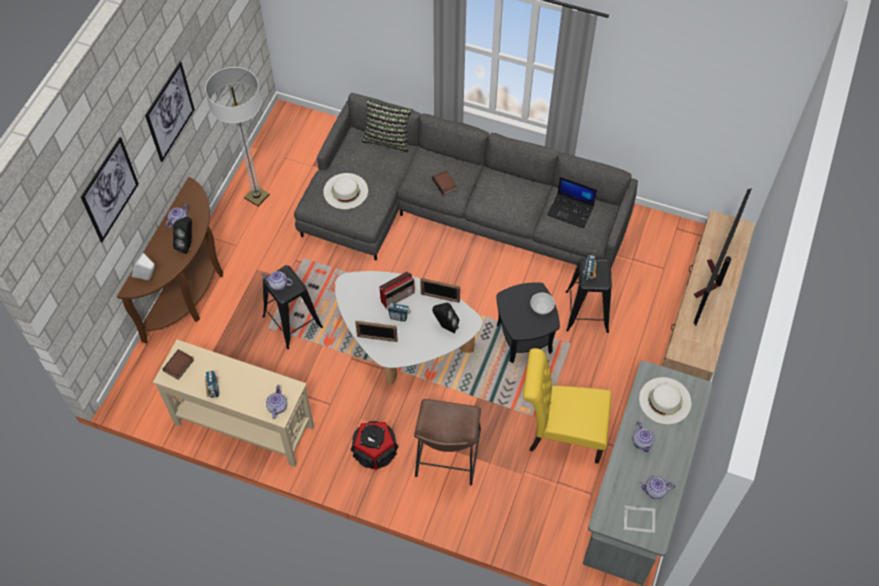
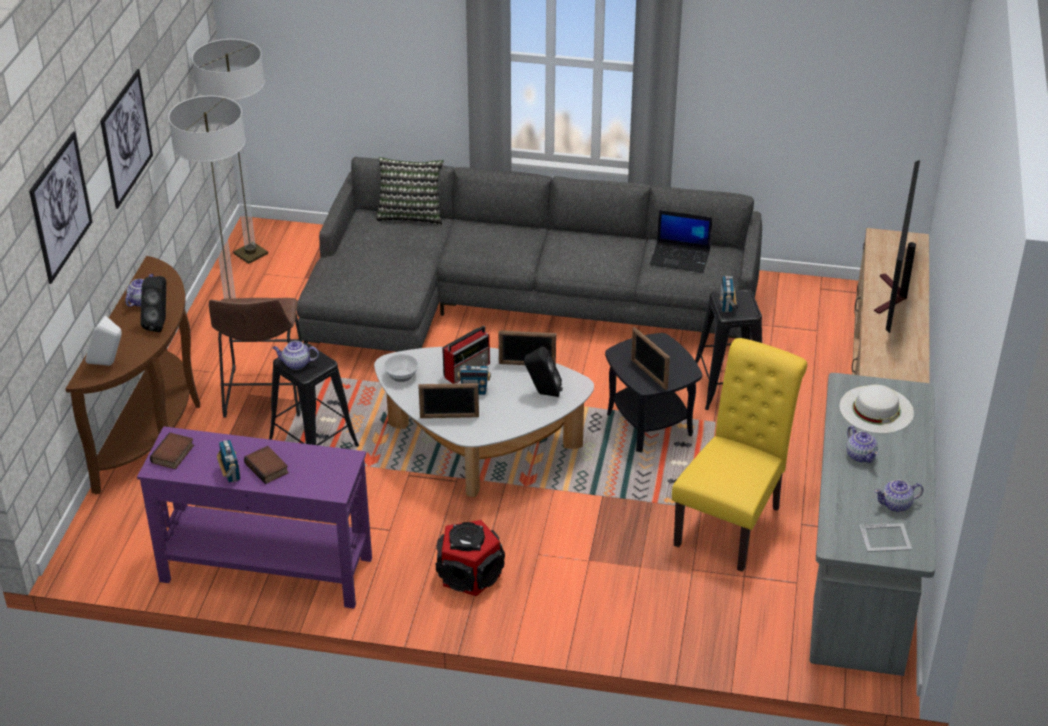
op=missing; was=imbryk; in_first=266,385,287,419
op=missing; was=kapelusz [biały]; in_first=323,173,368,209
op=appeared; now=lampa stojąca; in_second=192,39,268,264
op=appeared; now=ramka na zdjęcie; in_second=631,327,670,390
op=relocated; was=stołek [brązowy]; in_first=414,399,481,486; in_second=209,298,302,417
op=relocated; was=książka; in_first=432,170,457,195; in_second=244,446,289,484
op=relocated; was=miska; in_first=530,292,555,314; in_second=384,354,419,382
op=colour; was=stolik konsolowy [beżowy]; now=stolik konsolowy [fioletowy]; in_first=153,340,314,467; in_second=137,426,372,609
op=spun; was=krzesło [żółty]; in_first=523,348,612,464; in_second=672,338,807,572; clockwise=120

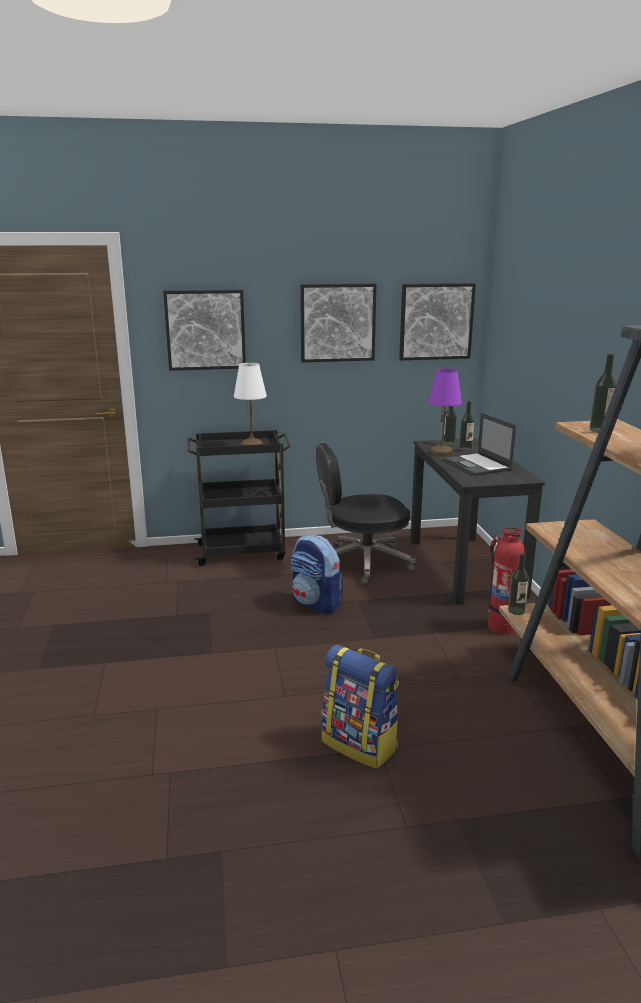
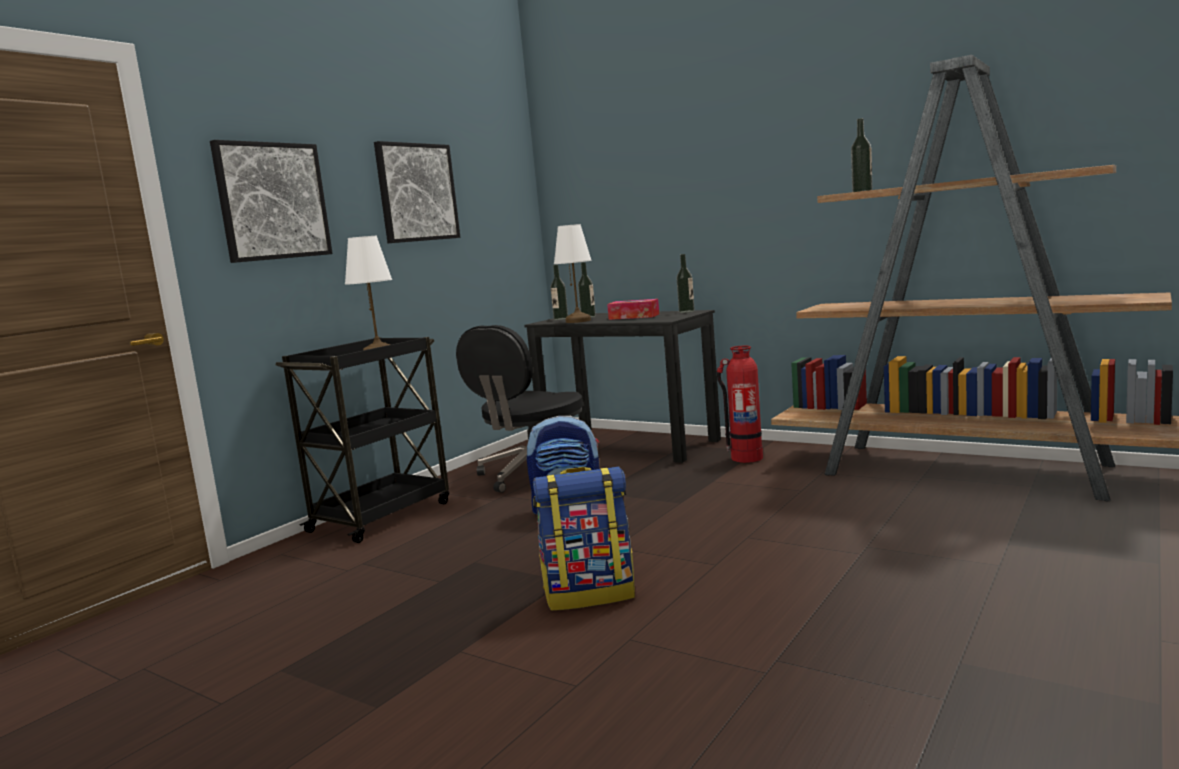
op=missing; was=obraz; in_first=399,283,476,360
op=relocated; was=plecak; in_first=321,645,399,769; in_second=533,467,635,611
op=relocated; was=butelka; in_first=508,554,529,615; in_second=676,254,695,313
op=exchanged; was=laptop; now=pudełko chusteczek; in_first=443,413,516,476; in_second=607,299,659,320
op=colour; was=lampa stołowa [fioletowy]; now=lampa stołowa [biały]; in_first=428,368,462,456; in_second=554,224,592,323

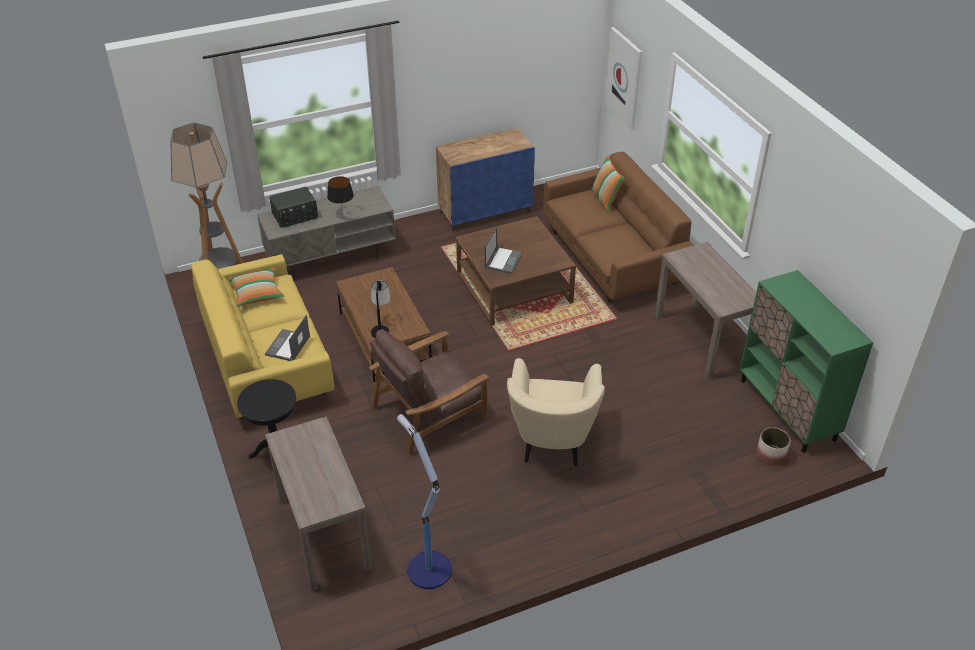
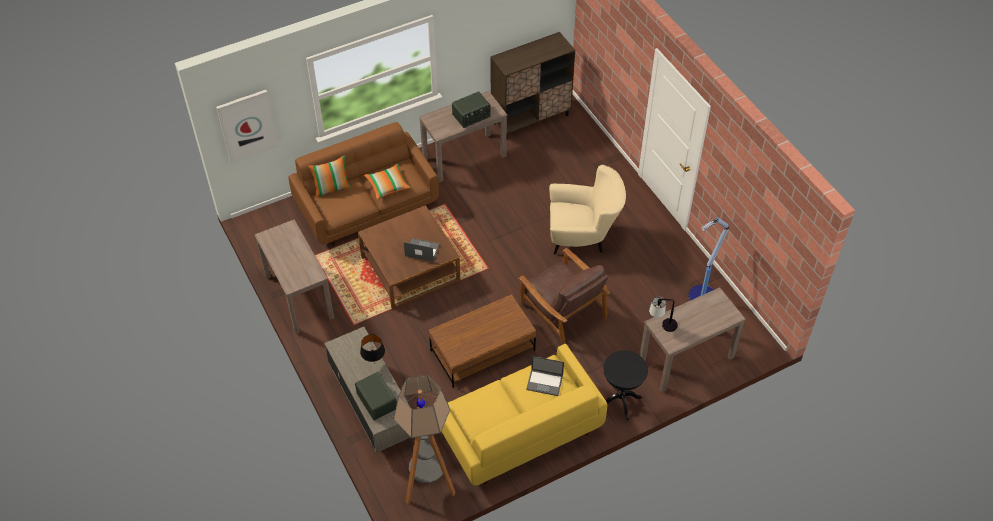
op=missing; was=donica; in_first=756,427,790,466
op=appeared; now=radio; in_second=452,92,491,128
op=relocated; was=poduszka; in_first=229,268,284,307; in_second=364,164,411,199
op=relocated; was=lampa stołowa; in_first=371,280,390,338; in_second=649,297,678,332
op=exchanged; was=szafka [niebieski]; now=stolik konsolowy [brązowy]; in_first=436,128,535,232; in_second=255,219,334,334
op=colour; was=szafka [zielony]; now=szafka [brązowy]; in_first=740,270,874,452; in_second=490,32,575,139

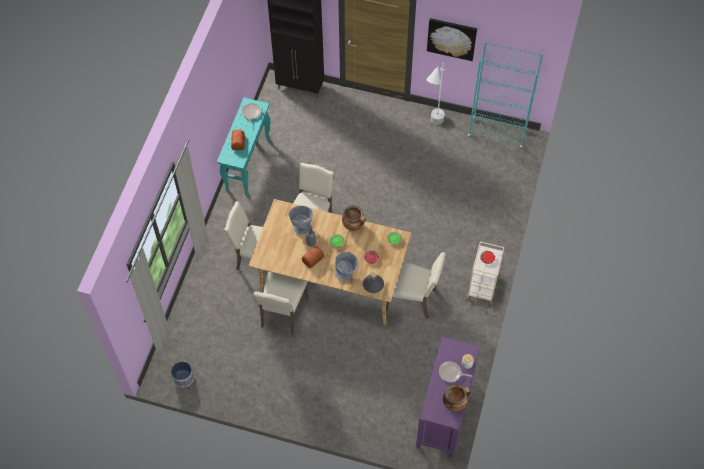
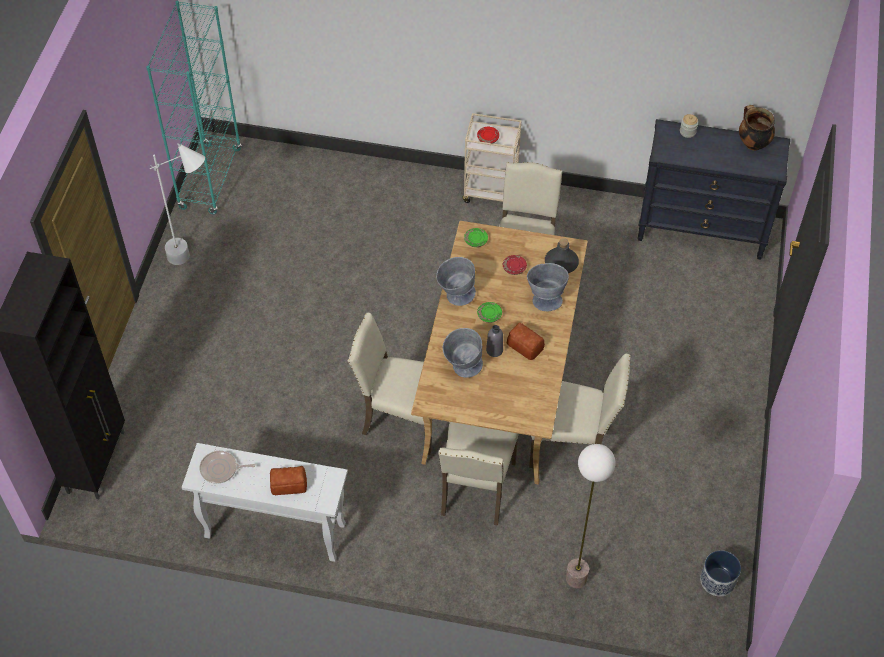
op=missing; was=obraz; in_first=427,18,477,61
op=missing; was=patelnia; in_first=439,361,472,382
op=appeared; now=lampa stojąca; in_second=566,444,615,588
op=exchanged; was=garnek; now=miska [szary]; in_first=342,205,366,231; in_second=436,257,476,306
op=colour; was=stolik konsolowy [turkusowy]; now=stolik konsolowy [biały]; in_first=217,98,270,197; in_second=182,443,348,562
op=colour; was=komoda [fioletowy]; now=komoda [czarny]; in_first=416,336,480,458; in_second=638,119,790,260

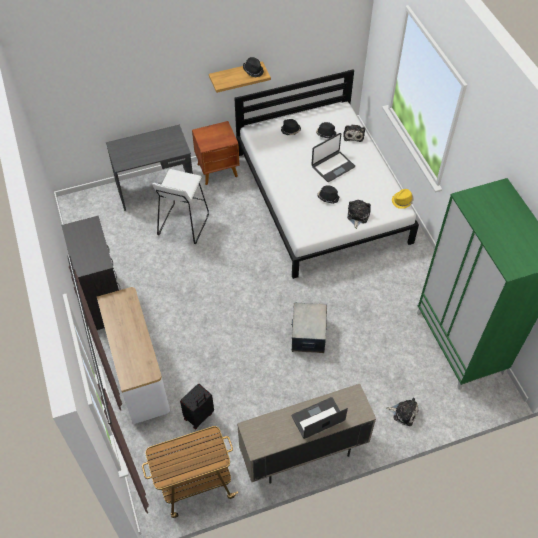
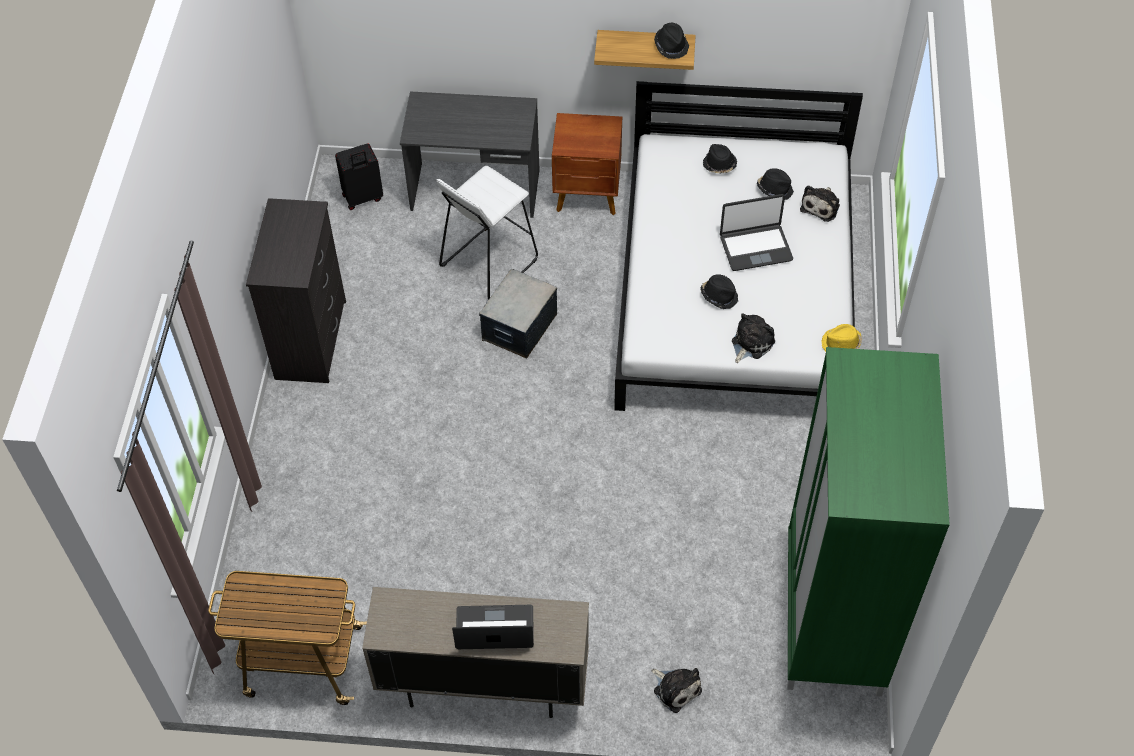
op=missing; was=stolik konsolowy; in_first=97,287,170,424
op=relocated; was=walizka [czarny]; in_first=180,383,214,429; in_second=335,143,383,210
op=relocated; was=pojemnik do przechowywania; in_first=291,303,327,353; in_second=479,269,557,358

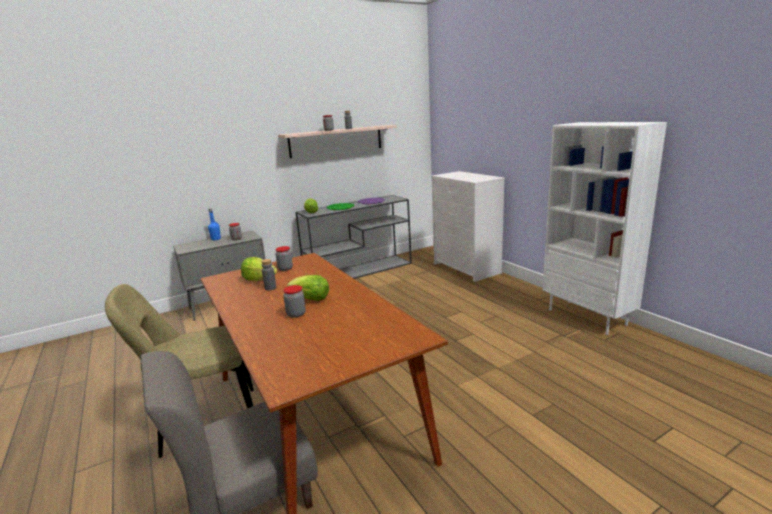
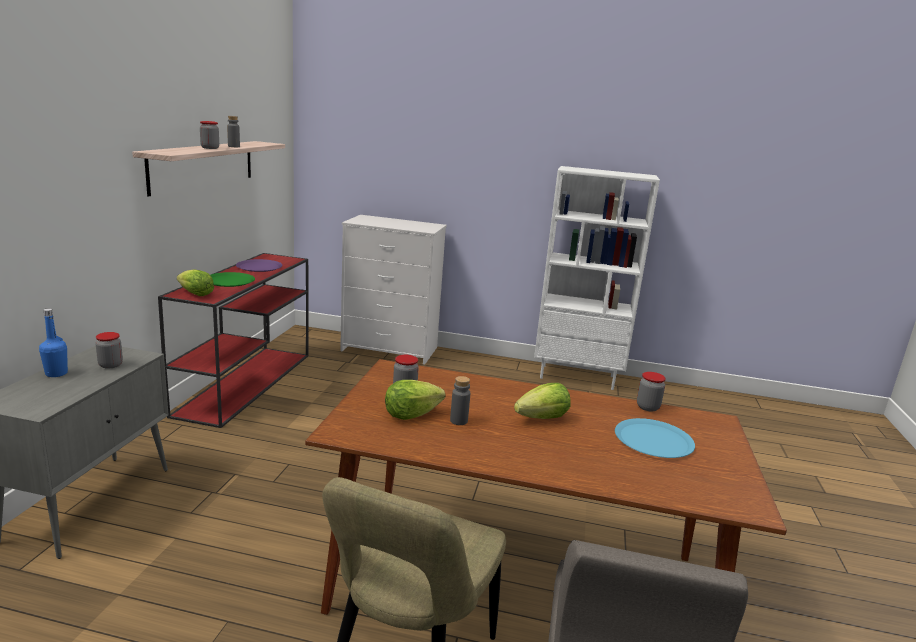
op=appeared; now=talerz [niebieski]; in_second=615,418,695,458
op=relocated; was=słoik; in_first=283,285,306,318; in_second=637,372,666,412
op=colour; was=stolik konsolowy [szary]; now=stolik konsolowy [czerwony]; in_first=296,195,412,279; in_second=158,253,309,428

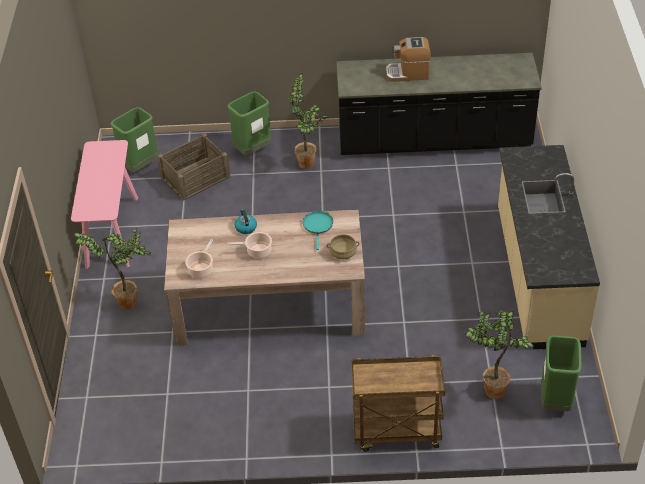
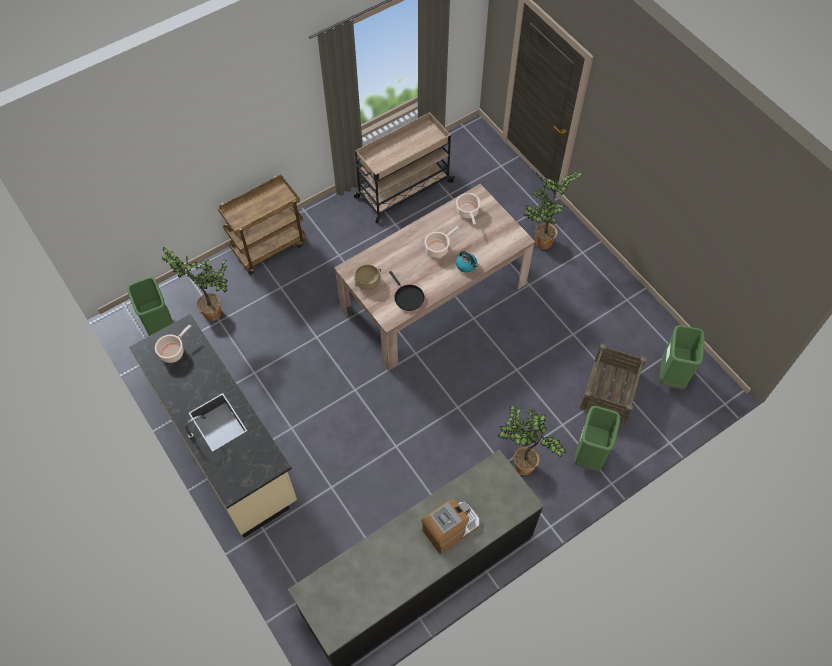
op=missing; was=stolik konsolowy [różowy]; in_first=71,140,138,269
op=appeared; now=garnek; in_second=155,324,191,363
op=appeared; now=wózek [beżowy]; in_second=353,112,455,223
op=colour; was=patelnia [turkusowy]; now=patelnia [czarny]; in_first=303,211,333,250; in_second=389,271,425,311

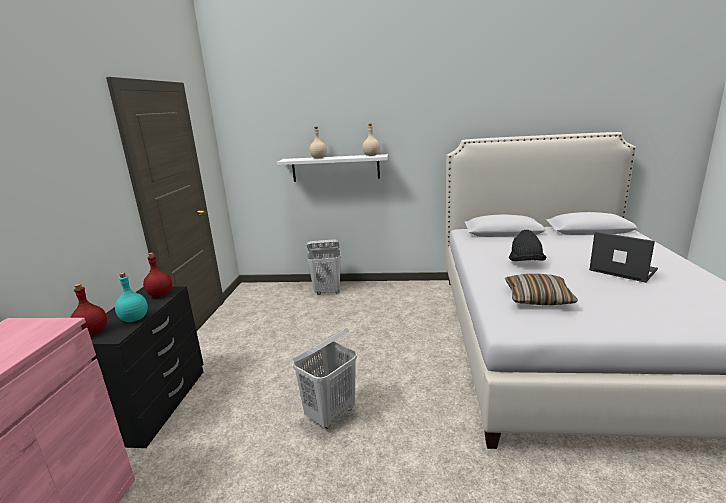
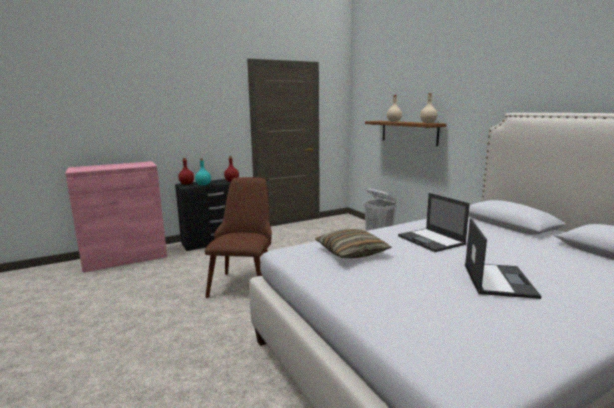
op=exchanged; was=kosz na pranie [biały]; now=krzesło [brązowy]; in_first=293,328,357,429; in_second=205,177,272,298
op=exchanged; was=kapelusz [czarny]; now=laptop; in_first=509,230,546,261; in_second=398,193,470,252
op=colour; was=półka [biały]; now=półka [brązowy]; in_first=277,154,388,182; in_second=365,121,447,146

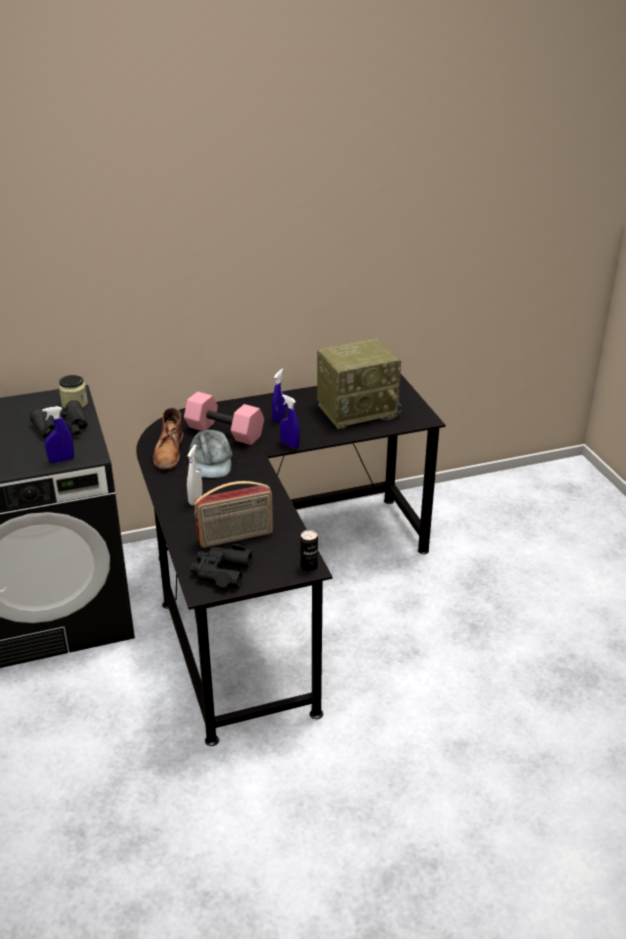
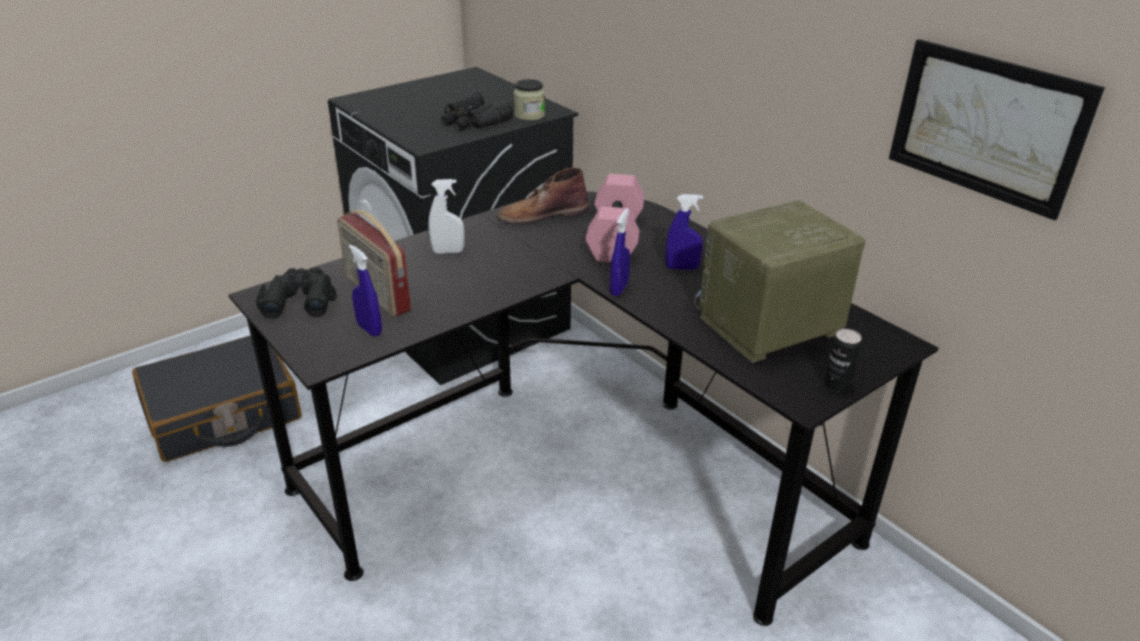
op=missing; was=czapka z daszkiem [szary]; in_first=189,429,232,478
op=appeared; now=walizka [czarny]; in_second=132,335,302,462
op=appeared; now=obraz; in_second=889,39,1105,221
op=relocated; was=spryskiwacz [niebieski]; in_first=42,406,74,463; in_second=349,245,382,337
op=relocated; was=puszka; in_first=300,530,318,572; in_second=824,329,862,392
op=spun; was=radio; in_first=317,338,402,429; in_second=693,200,866,363; clockwise=105

